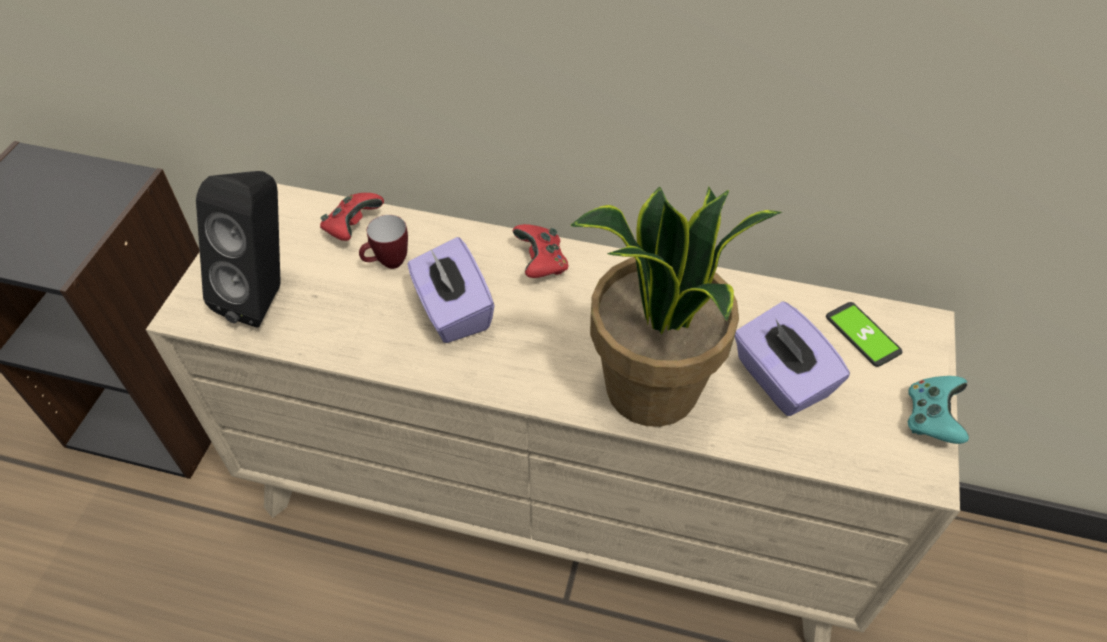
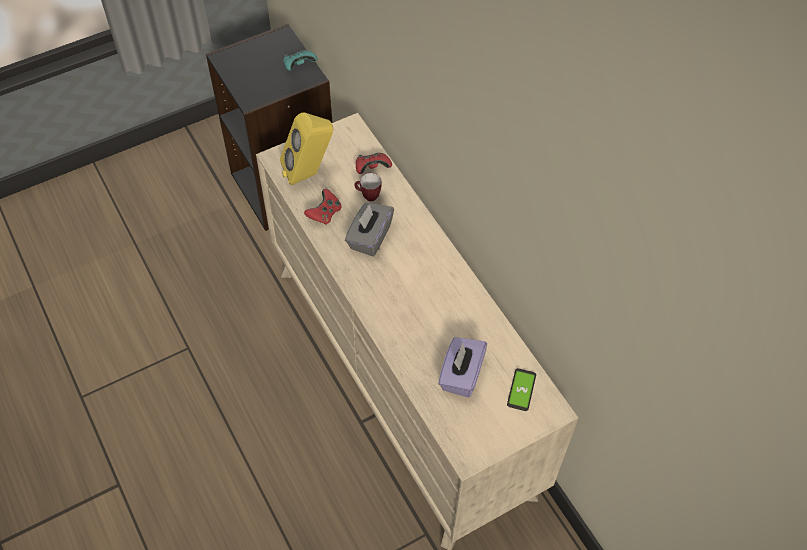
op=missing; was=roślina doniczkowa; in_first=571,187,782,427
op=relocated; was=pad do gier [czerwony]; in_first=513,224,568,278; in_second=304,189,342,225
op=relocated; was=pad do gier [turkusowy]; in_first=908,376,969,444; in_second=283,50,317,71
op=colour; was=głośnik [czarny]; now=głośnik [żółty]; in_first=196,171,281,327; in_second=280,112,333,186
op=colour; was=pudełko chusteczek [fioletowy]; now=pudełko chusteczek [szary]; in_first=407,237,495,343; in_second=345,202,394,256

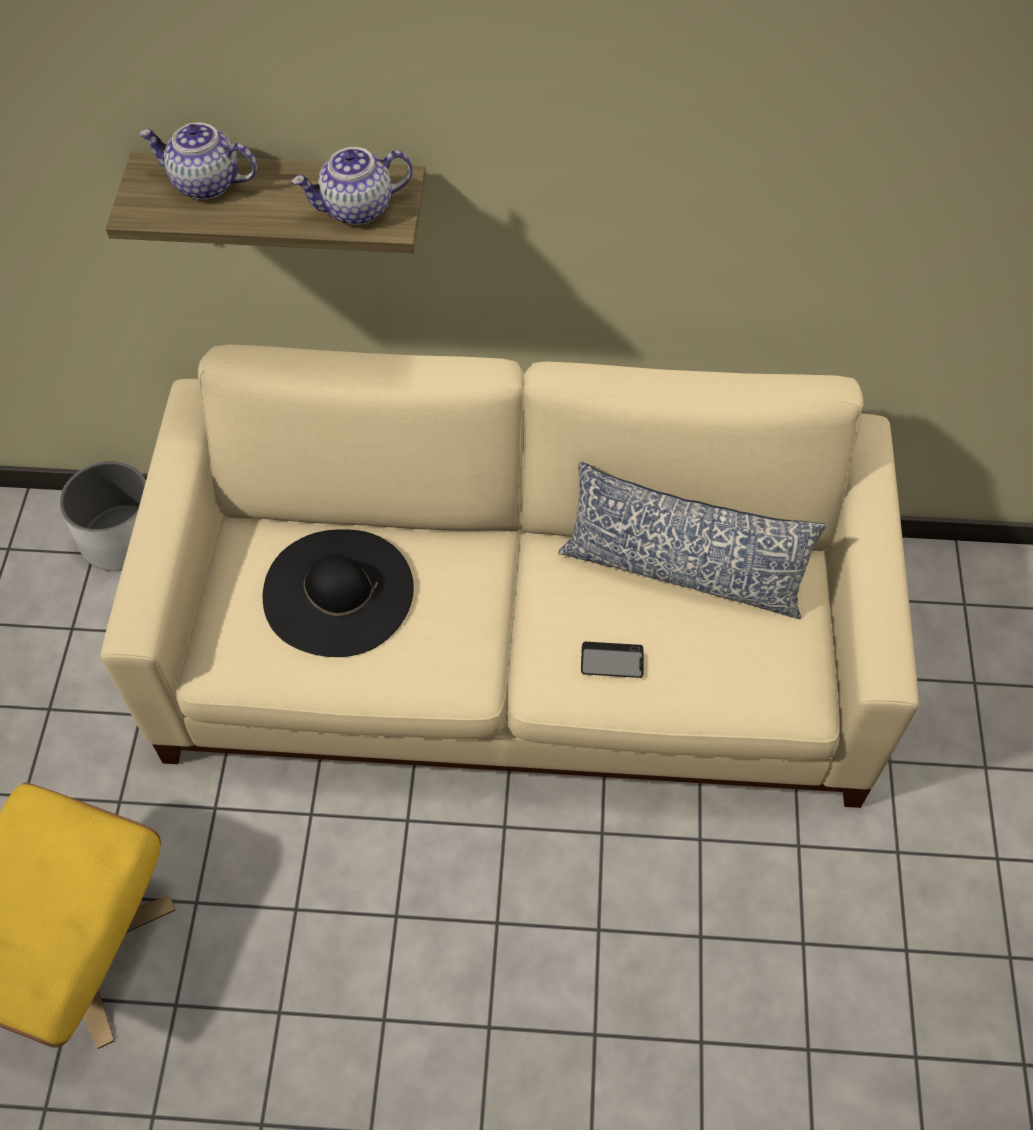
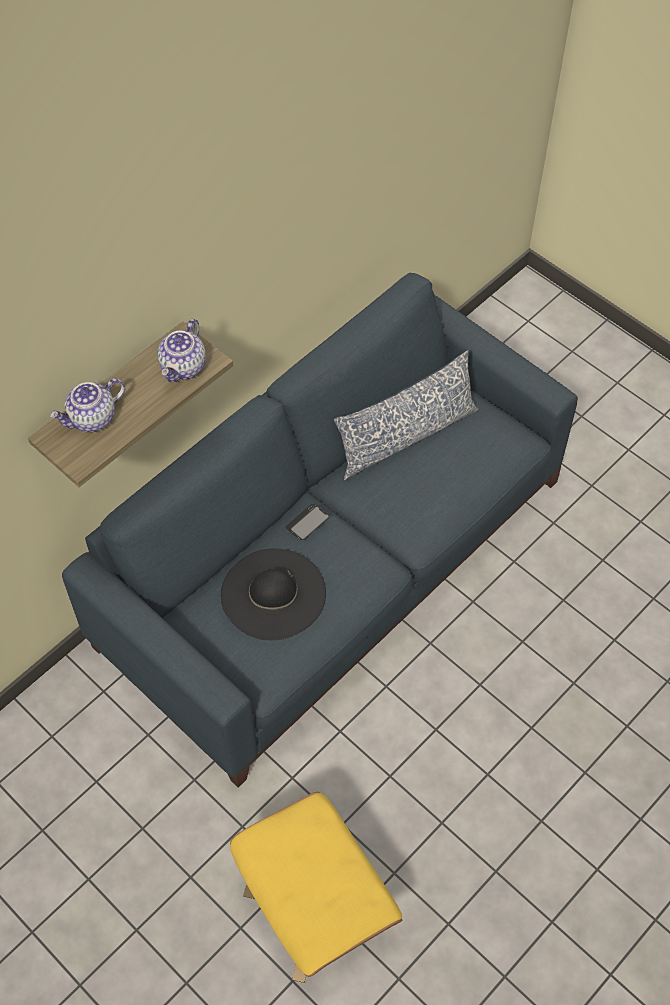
op=missing; was=donica [biały]; in_first=60,461,146,571
op=relocated; was=telefon; in_first=581,642,644,678; in_second=285,504,330,540
op=colour; was=kanapa [beżowy]; now=kanapa [niebieski]; in_first=101,345,919,808; in_second=62,273,578,788

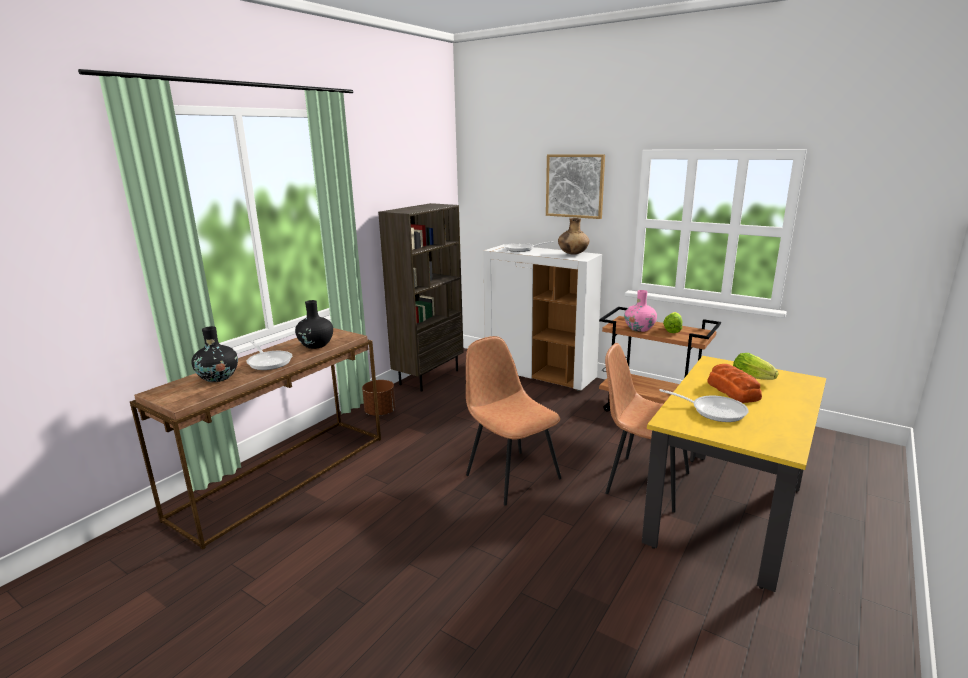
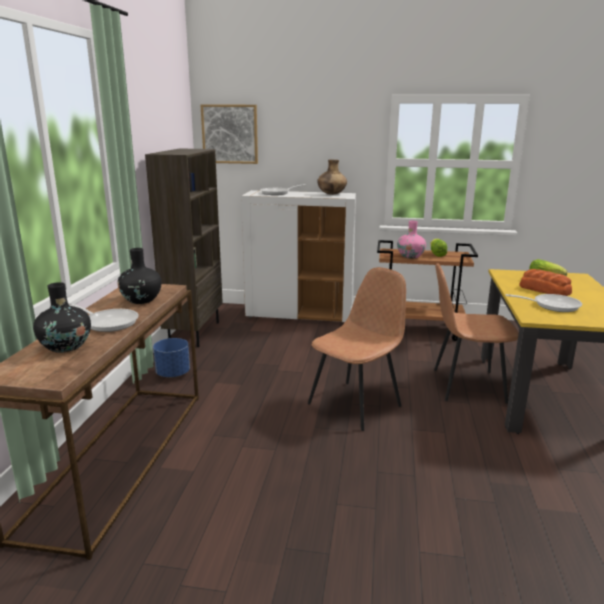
op=relocated; was=obraz; in_first=546,154,605,219; in_second=201,104,258,164
op=colour; was=donica [brązowy]; now=donica [niebieski]; in_first=362,380,396,416; in_second=153,338,190,378
op=spun; was=krzesło [brązowy]; in_first=466,336,562,506; in_second=308,267,406,431; clockwise=105

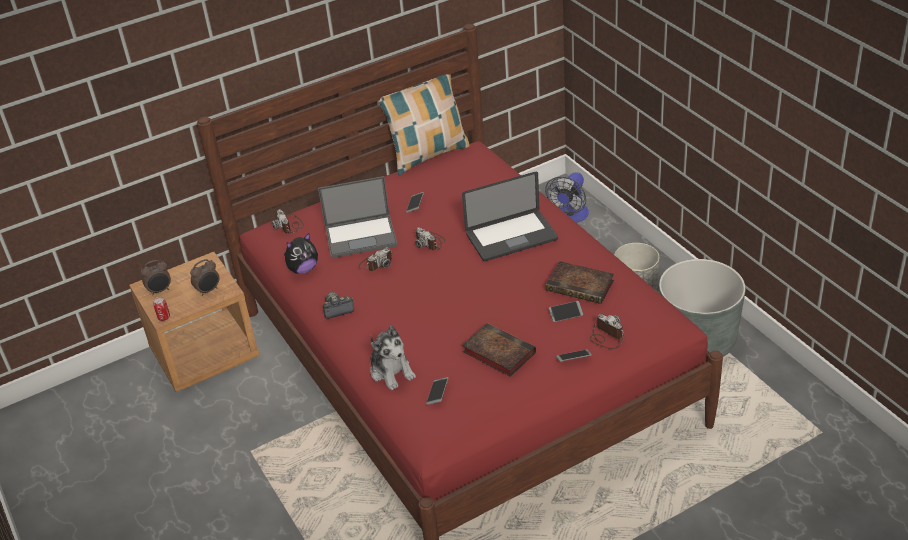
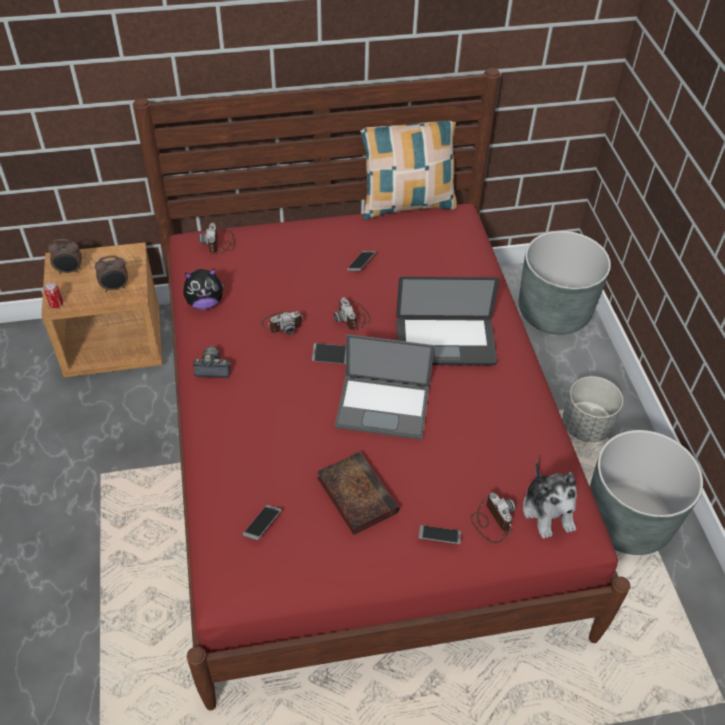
op=missing; was=książka; in_first=546,261,614,304
op=relocated; was=laptop; in_first=318,176,398,258; in_second=335,334,434,440
op=relocated; was=pluszak; in_first=370,326,416,390; in_second=523,460,577,539
op=relocated; was=telefon; in_first=549,301,583,322; in_second=312,343,346,364
op=exchanged; was=wentylator; now=donica [szary]; in_first=545,172,589,222; in_second=519,231,611,335

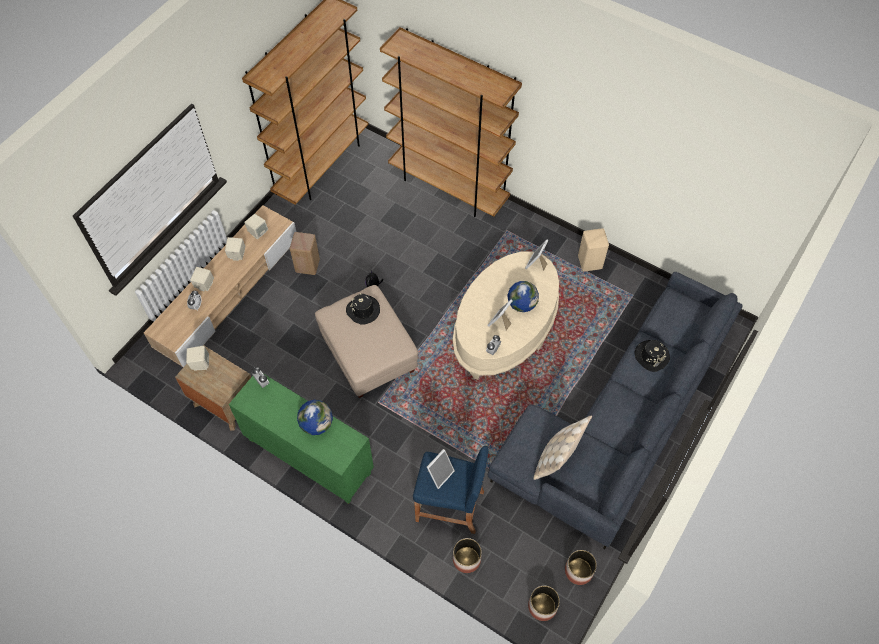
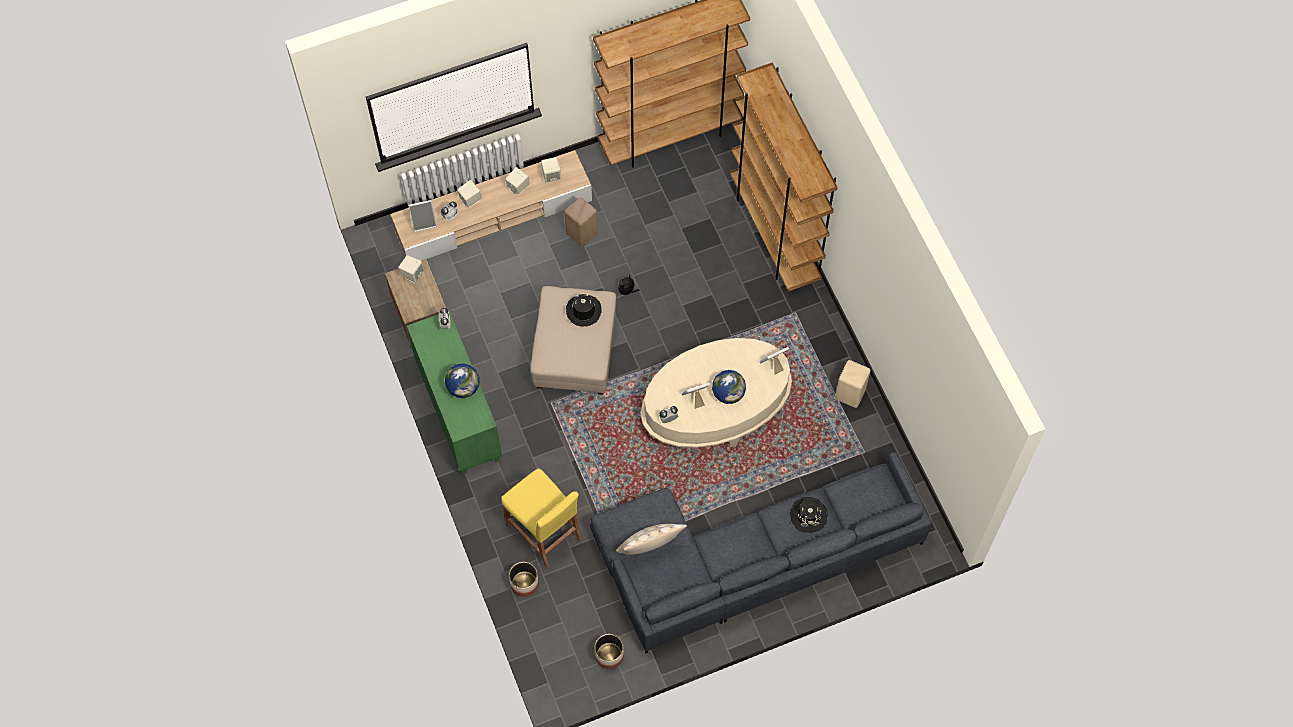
op=missing; was=donica; in_first=528,586,560,621
op=relocated; was=ramka na zdjęcie; in_first=427,449,455,489; in_second=408,200,437,232
op=colour; was=stołek [niebieski]; now=stołek [żółty]; in_first=413,446,488,534; in_second=501,468,582,568

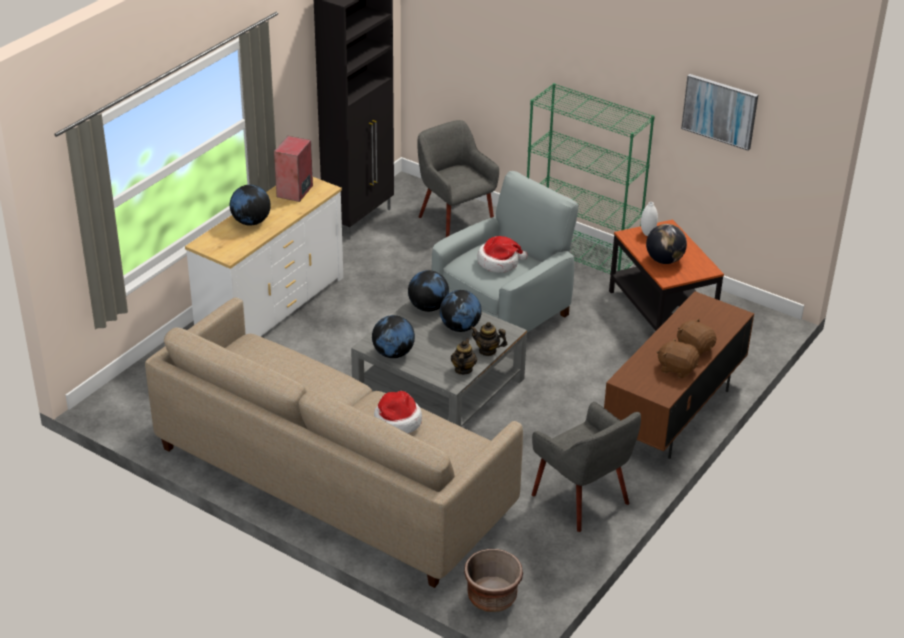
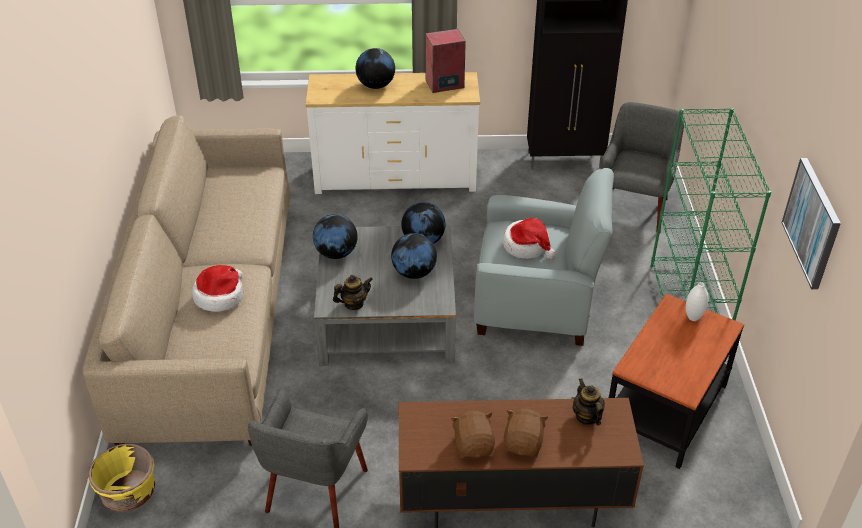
op=missing; was=globus; in_first=646,224,687,264
op=relocated; was=imbryk; in_first=470,322,507,356; in_second=572,378,605,426
op=colour; was=donica [brązowy]; now=donica [żółty]; in_first=464,549,523,612; in_second=88,443,155,512

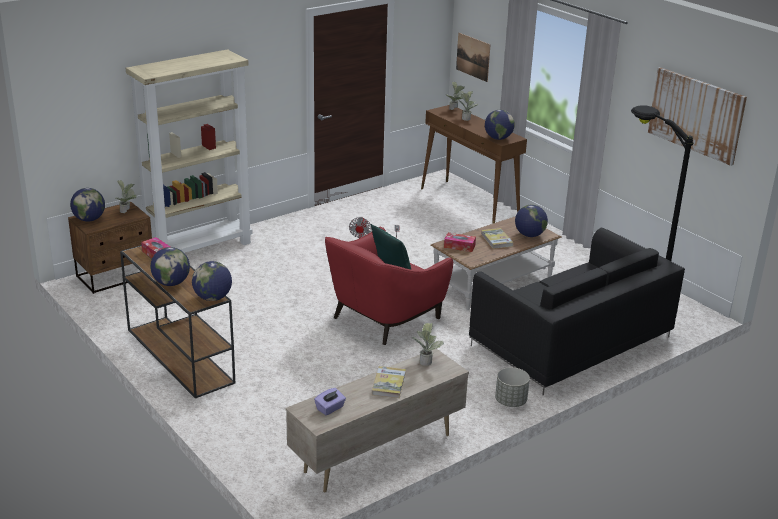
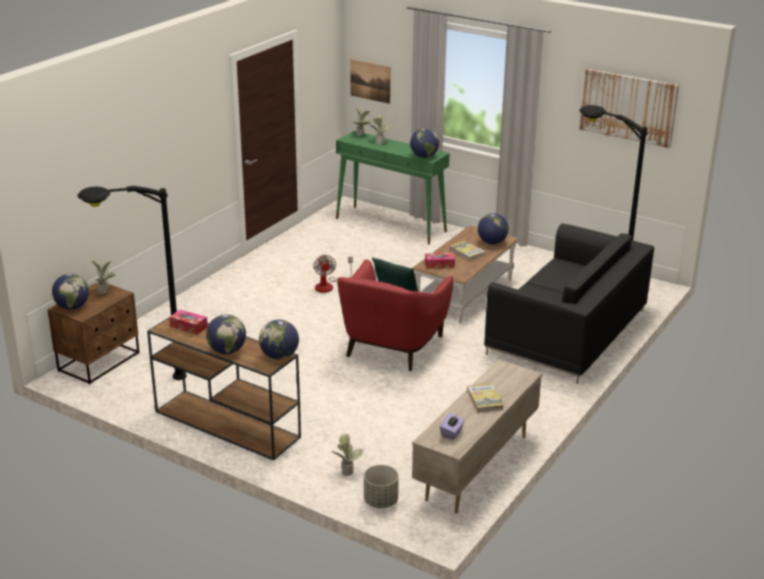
op=missing; was=regał [beżowy]; in_first=126,49,253,253
op=appeared; now=lampa stojąca [czarny]; in_second=78,186,187,380
op=relocated; was=roślina doniczkowa; in_first=413,323,444,366; in_second=332,434,364,476
op=relocated; was=donica [szary]; in_first=495,367,530,407; in_second=364,465,399,508
op=colour; was=stolik konsolowy [brązowy]; now=stolik konsolowy [zielony]; in_first=421,105,527,224; in_second=336,131,450,245

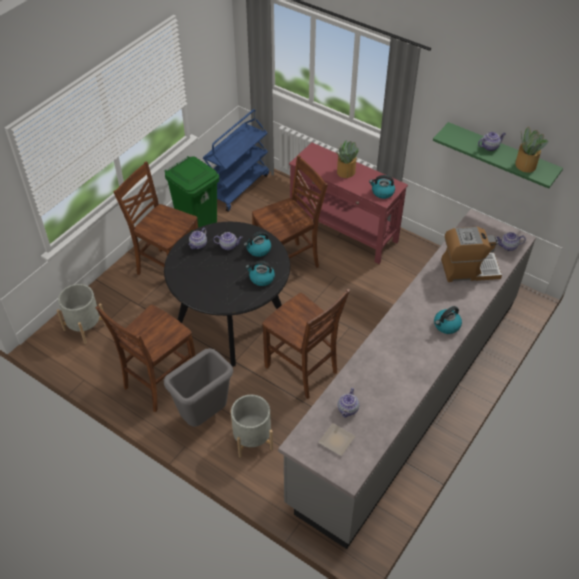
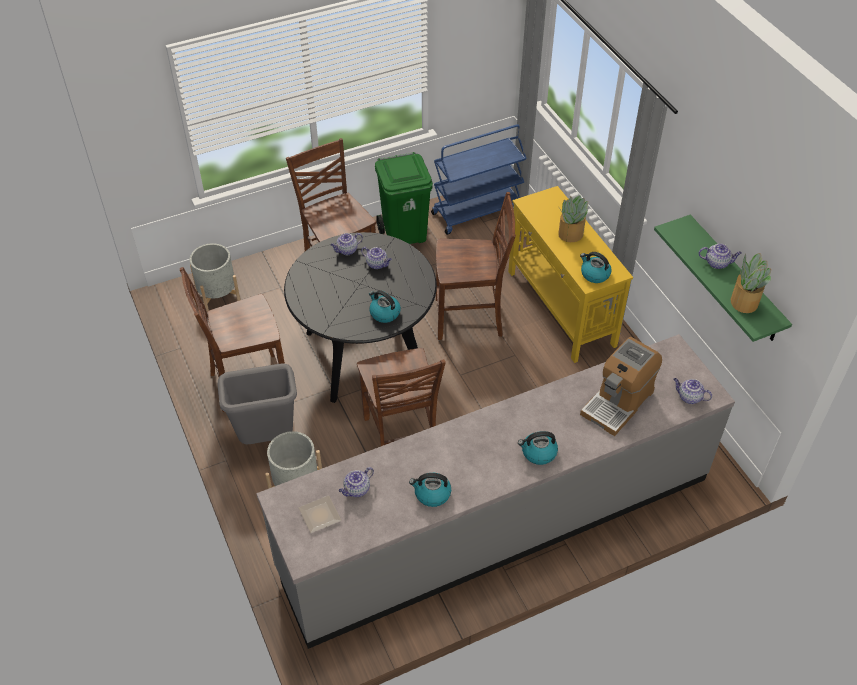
op=relocated; was=czajnik; in_first=244,232,271,257; in_second=409,473,451,507
op=colour; was=stolik konsolowy [czerwony]; now=stolik konsolowy [żółty]; in_first=289,142,408,264; in_second=508,186,633,363
op=spun; was=ekspres do kawy; in_first=441,227,502,282; in_second=580,337,662,436; clockwise=105

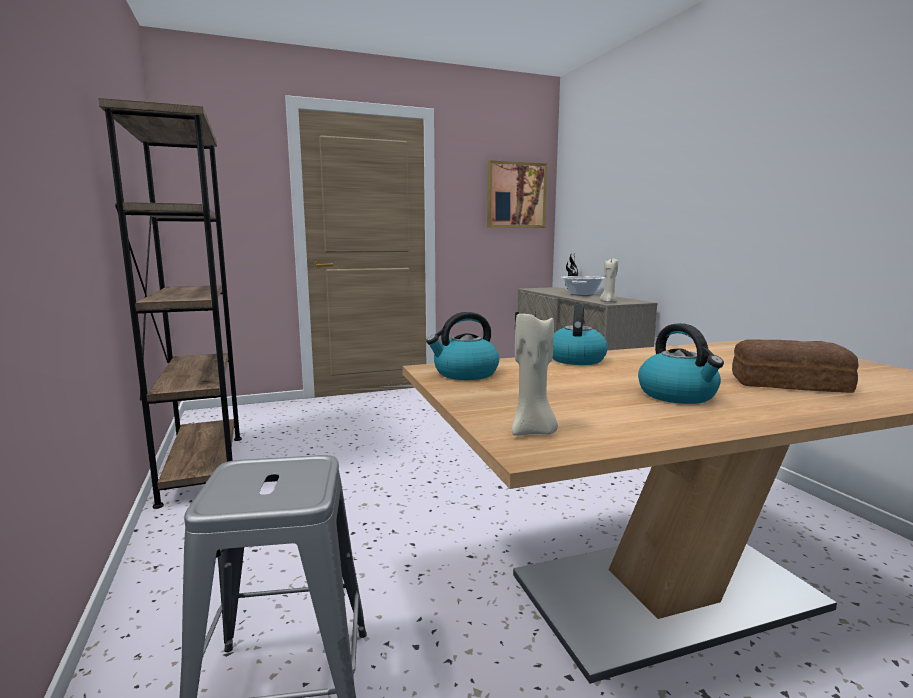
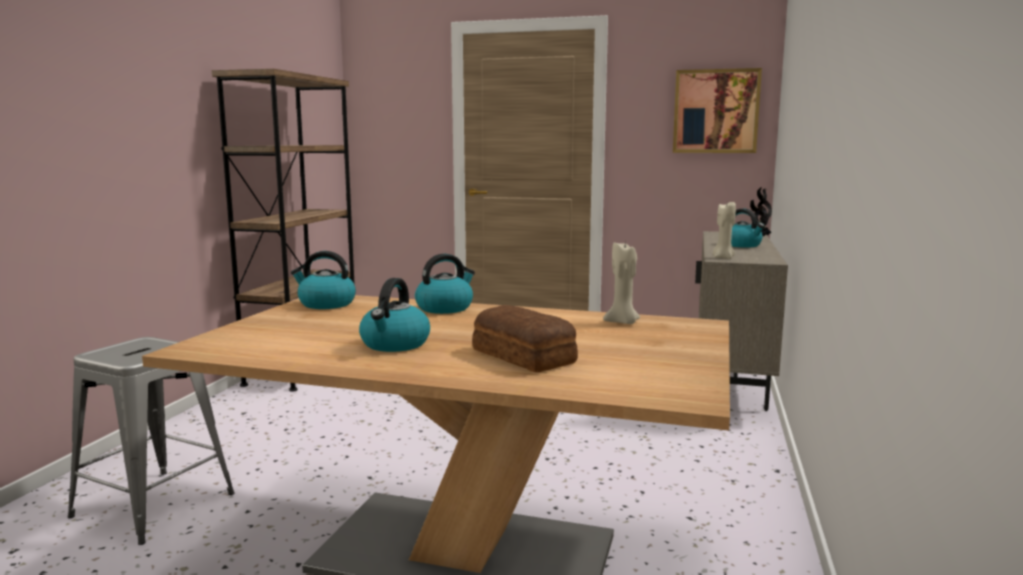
op=relocated; was=świeca [beżowy]; in_first=512,310,558,436; in_second=603,243,640,324
op=exchanged; was=garnek; now=czajnik; in_first=561,276,605,296; in_second=731,209,765,248

